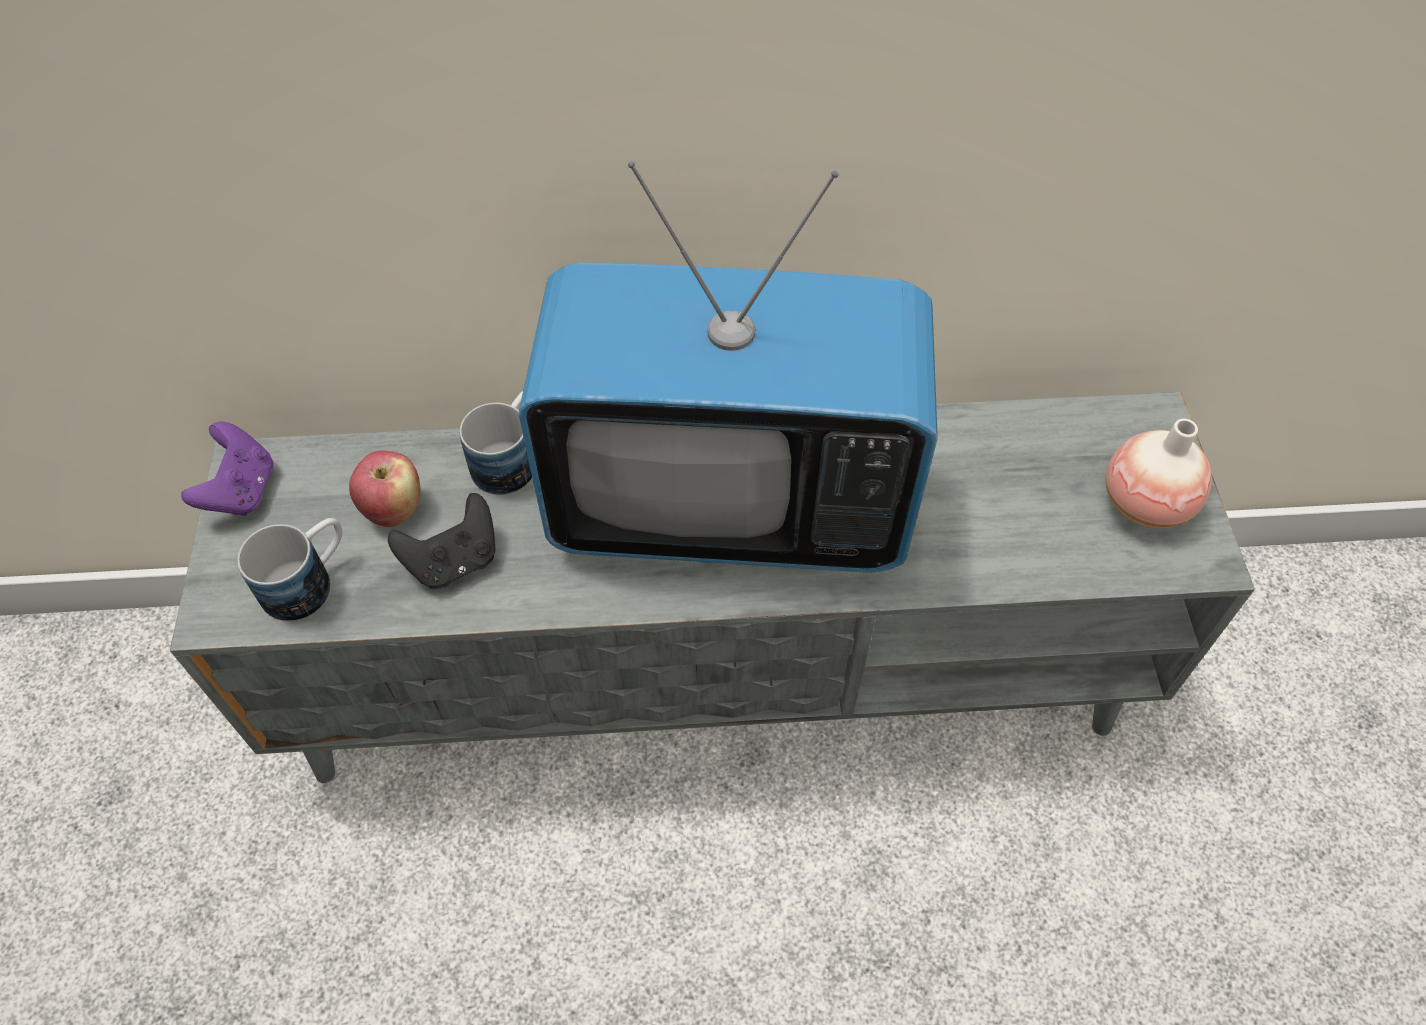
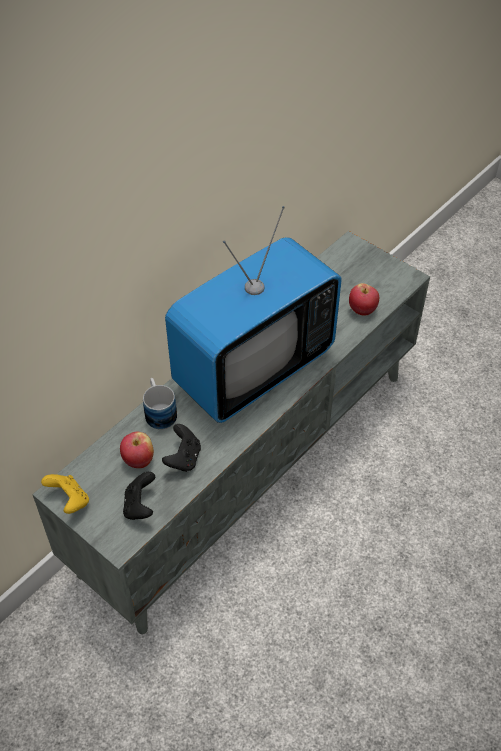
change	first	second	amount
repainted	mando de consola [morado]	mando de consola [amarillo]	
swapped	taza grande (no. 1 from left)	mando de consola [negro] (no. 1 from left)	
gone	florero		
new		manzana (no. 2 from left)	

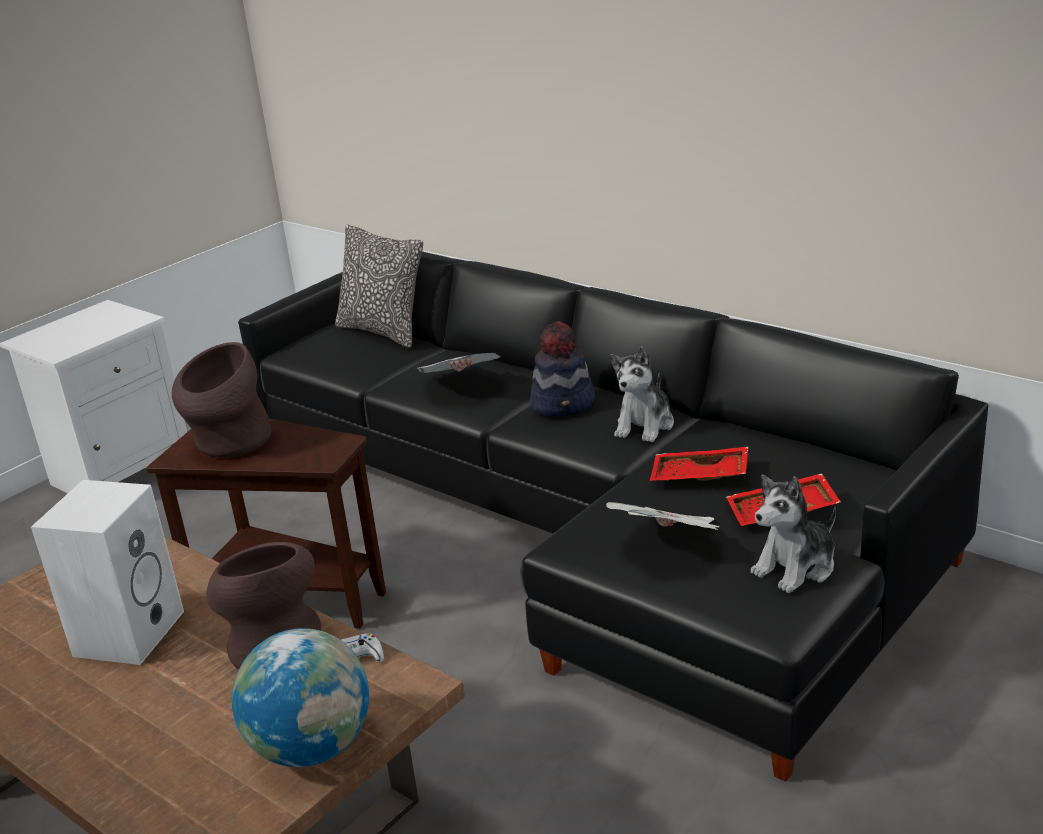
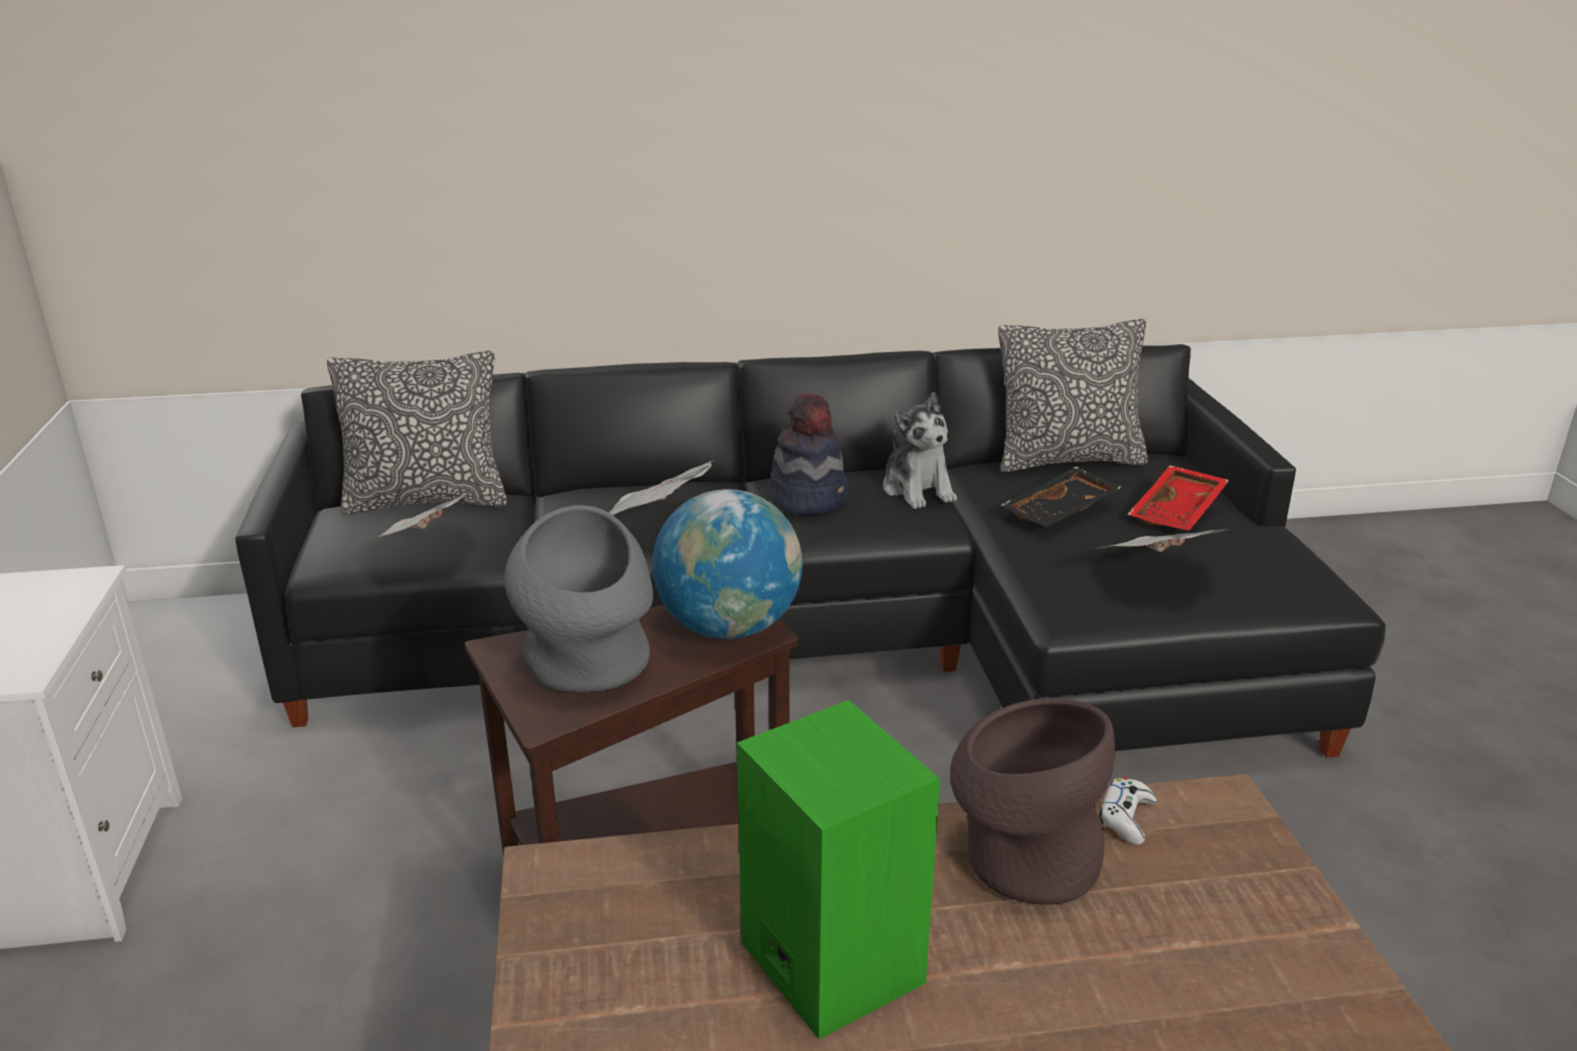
change	first	second	amount
repainted	altavoz [blanco]	altavoz [verde]	
repainted	florero [marrón] (no. 1 from left)	florero [gris]	
shifted	globo terráqueo		
repainted	bandeja [rojo] (no. 1 from left)	bandeja [negro]	
gone	peluche (no. 2 from left)		
new		periódico (no. 1 from left)	
new		cojín (no. 2 from left)	

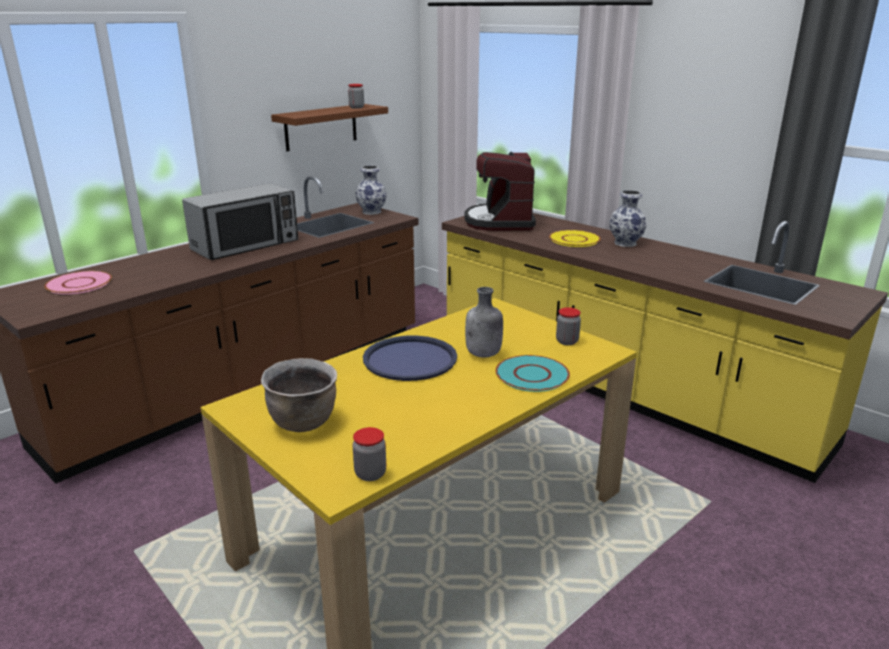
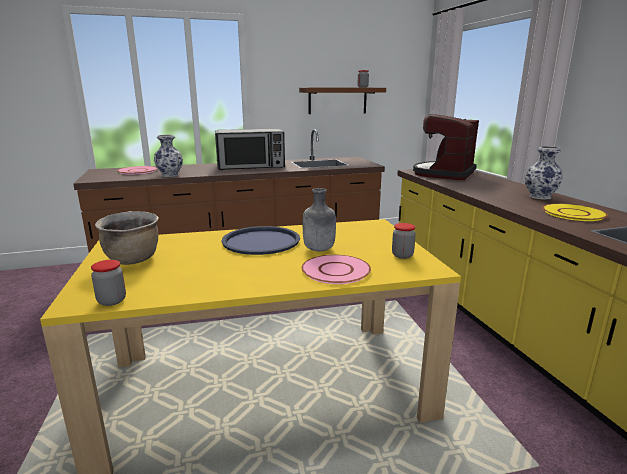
change	first	second	amount
shifted	florero (no. 1 from left)		
repainted	plato [turquesa]	plato [rosa] (no. 2 from left)	
shifted	plato [amarillo]		

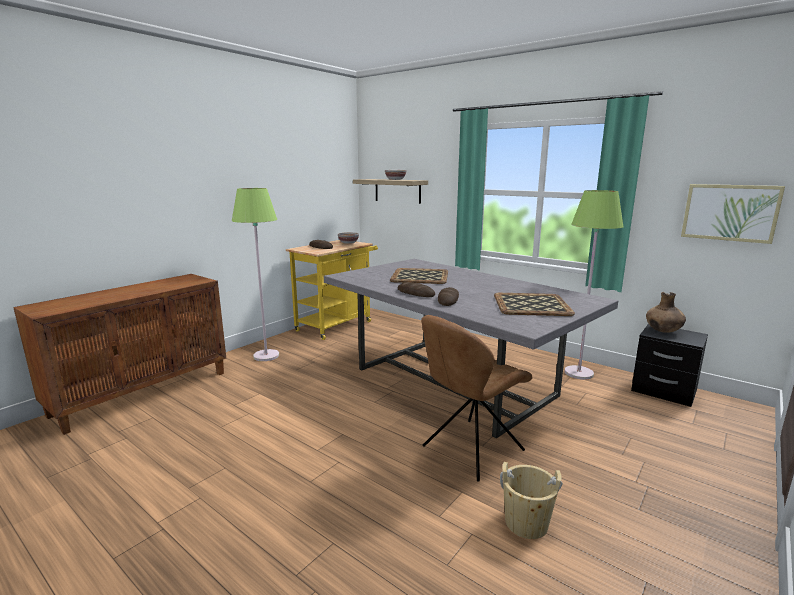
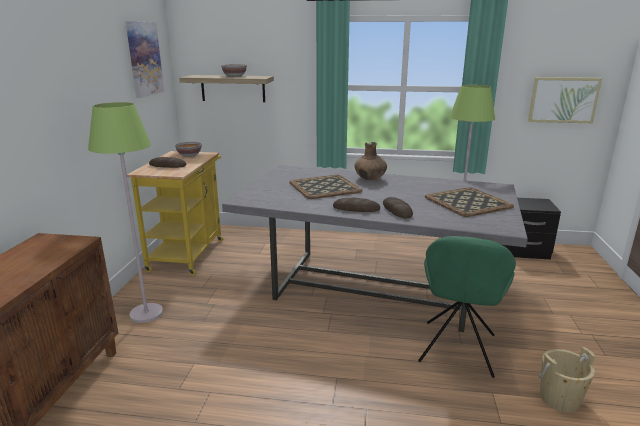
change	first	second	amount
repainted	silla [marrón]	silla [verde]	
shifted	florero [marrón]		
new		cuadro (no. 1 from left)	

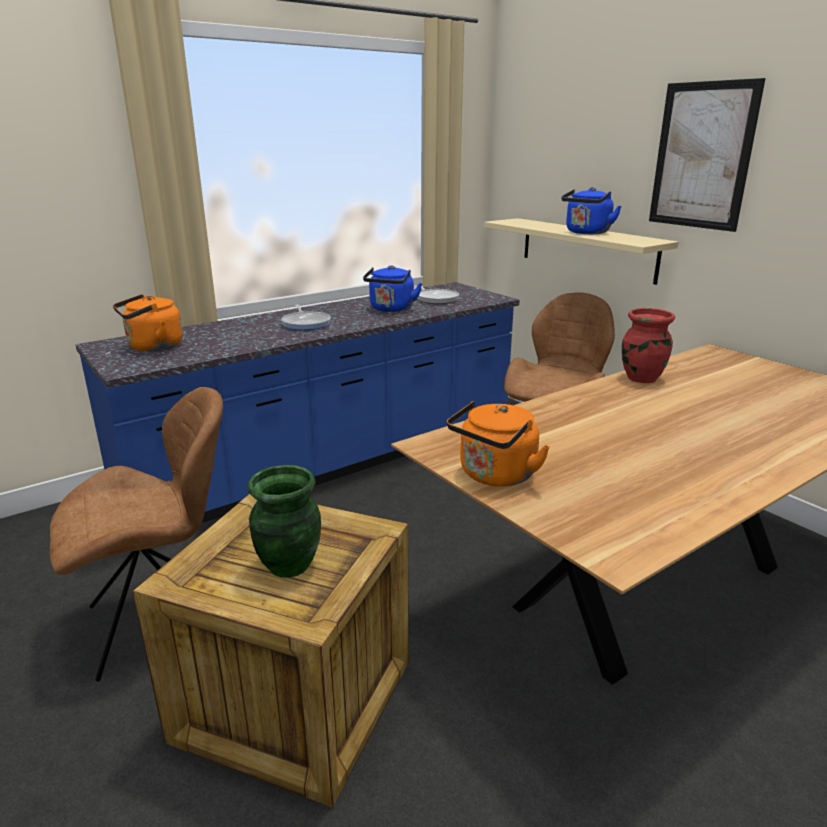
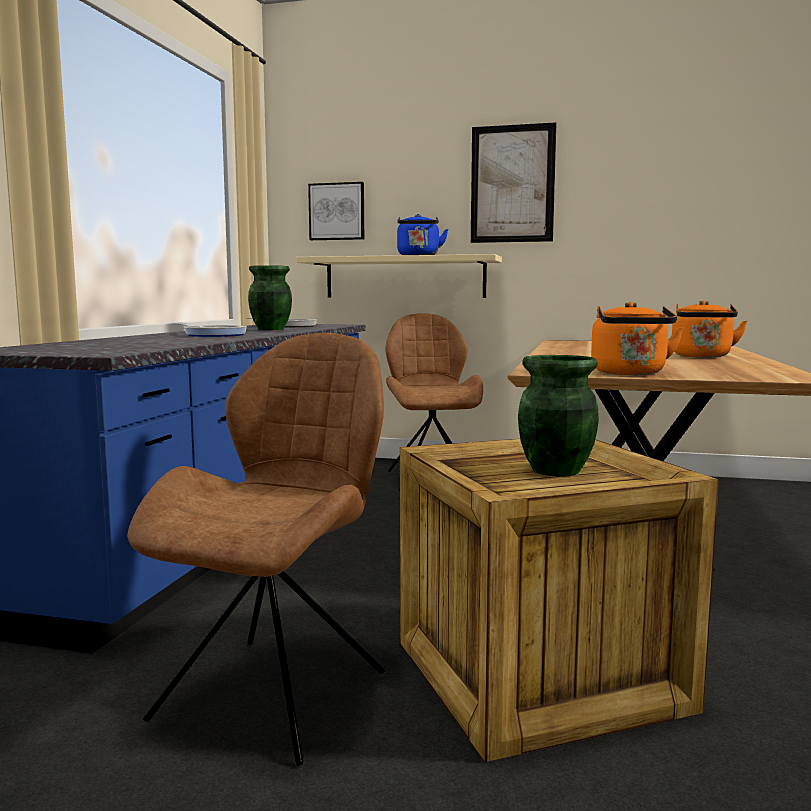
change	first	second	amount
shifted	hervidor [naranja] (no. 1 from left in the first image)	hervidor [naranja] (no. 2 from left)	
swapped	hervidor [azul] (no. 1 from left)	florero [verde] (no. 1 from left)	
gone	florero [rojo]		
new		cuadro (no. 1 from left)	

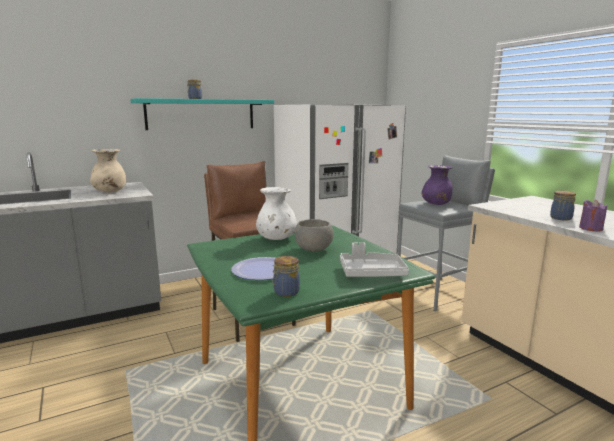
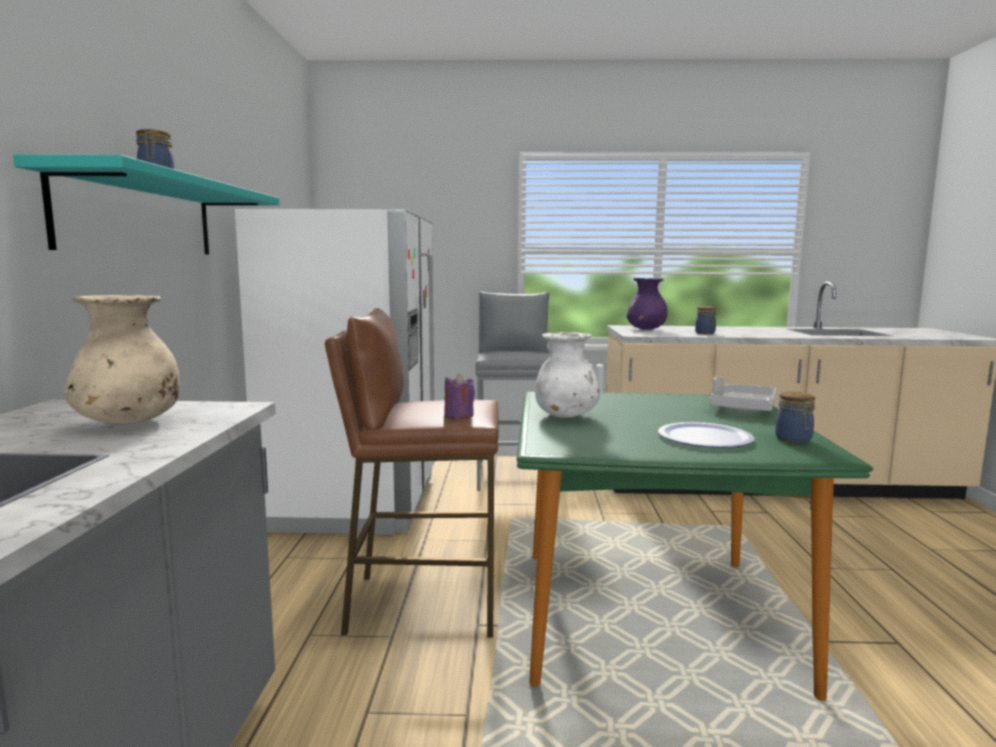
change	first	second	amount
gone	cuenco [gris]		
shifted	florero [morado]		
shifted	vela [morado]		

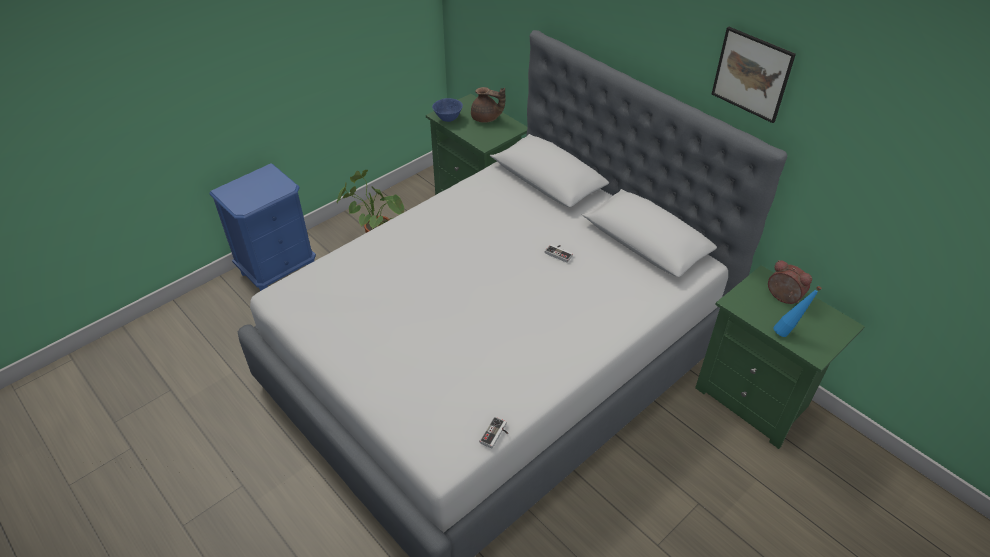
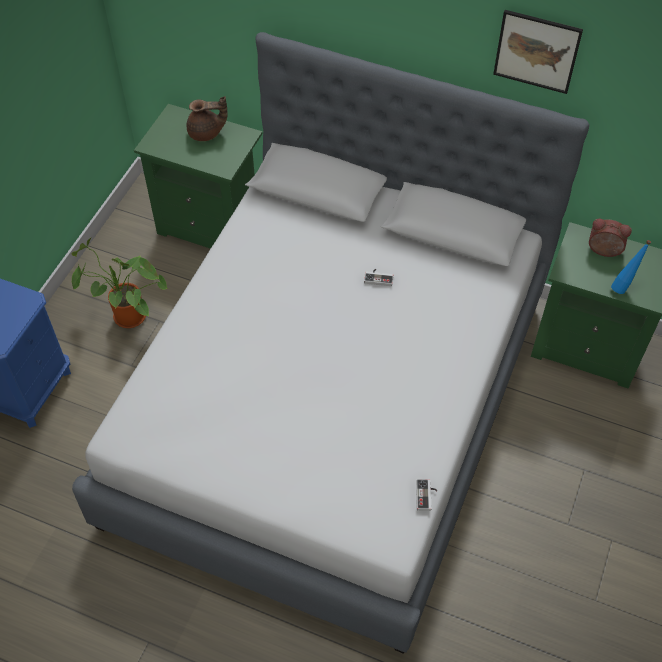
change	first	second	amount
gone	cuenco [azul]		

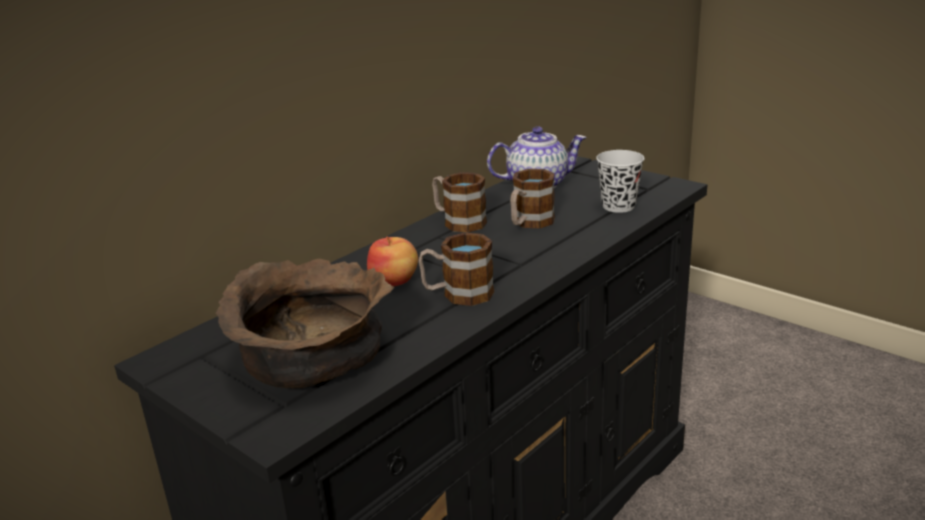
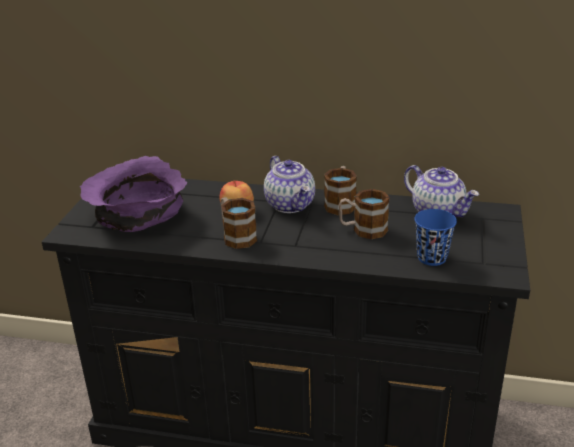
change	first	second	amount
repainted	cuenco [marrón]	cuenco [morado]	
repainted	taza [negro]	taza [azul]	
new		tetera (no. 1 from left)	

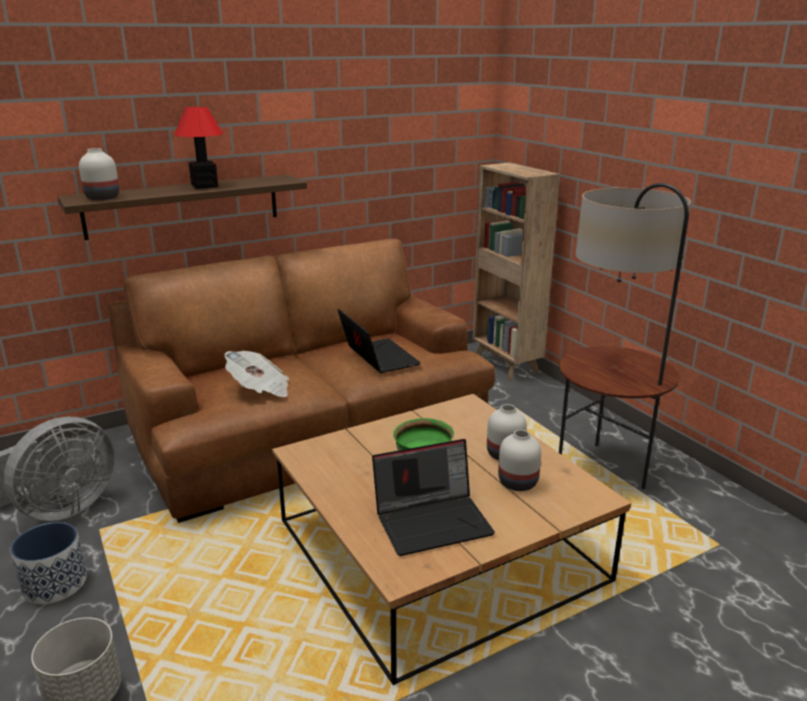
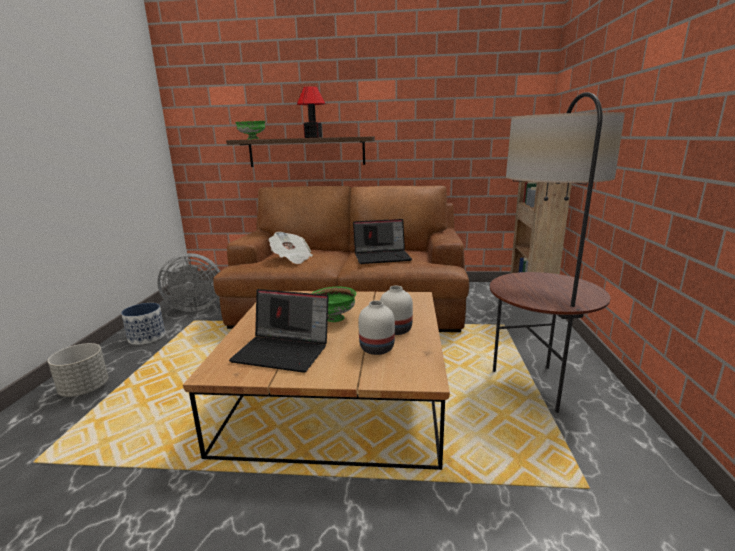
change	first	second	amount
swapped	florero [blanco] (no. 1 from left)	cuenco [verde] (no. 1 from left)	
rotated	portátil (no. 1 from left in the first image)	portátil (no. 2 from left)	75 degrees clockwise

